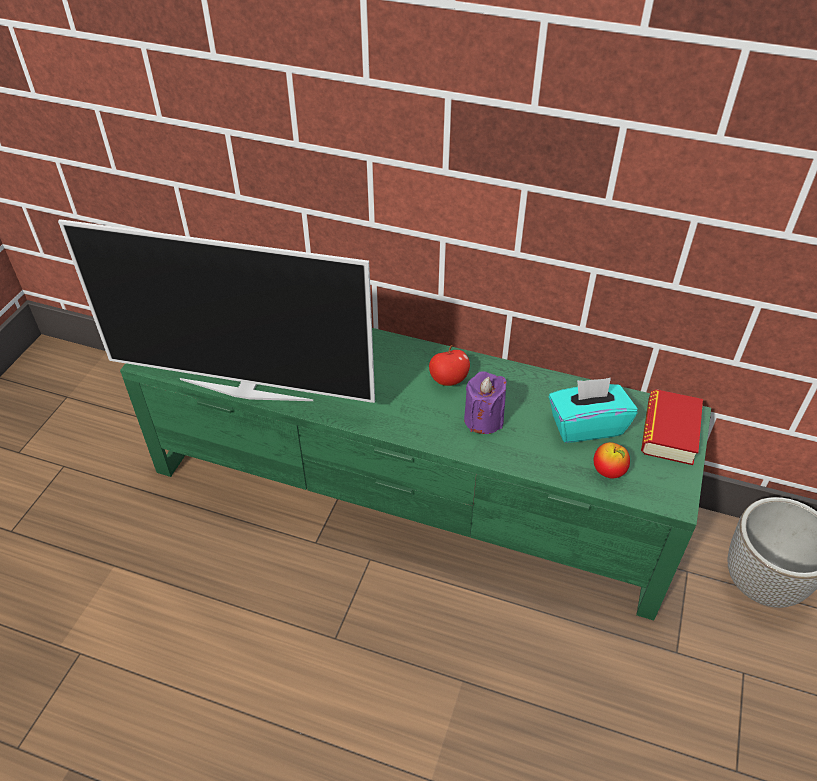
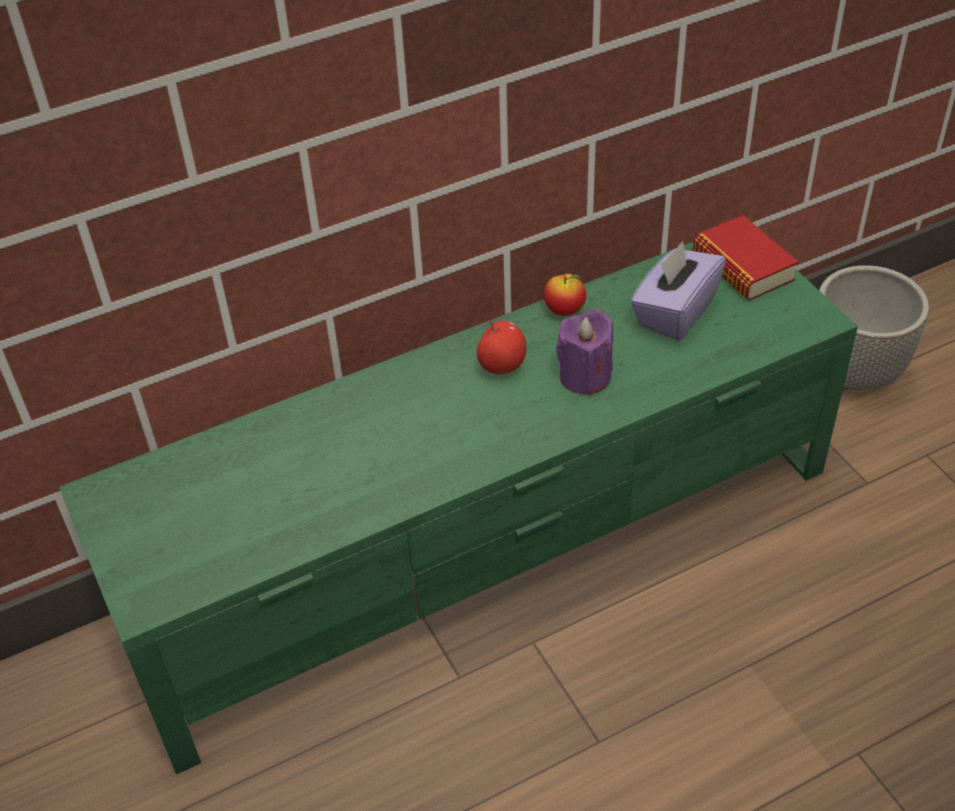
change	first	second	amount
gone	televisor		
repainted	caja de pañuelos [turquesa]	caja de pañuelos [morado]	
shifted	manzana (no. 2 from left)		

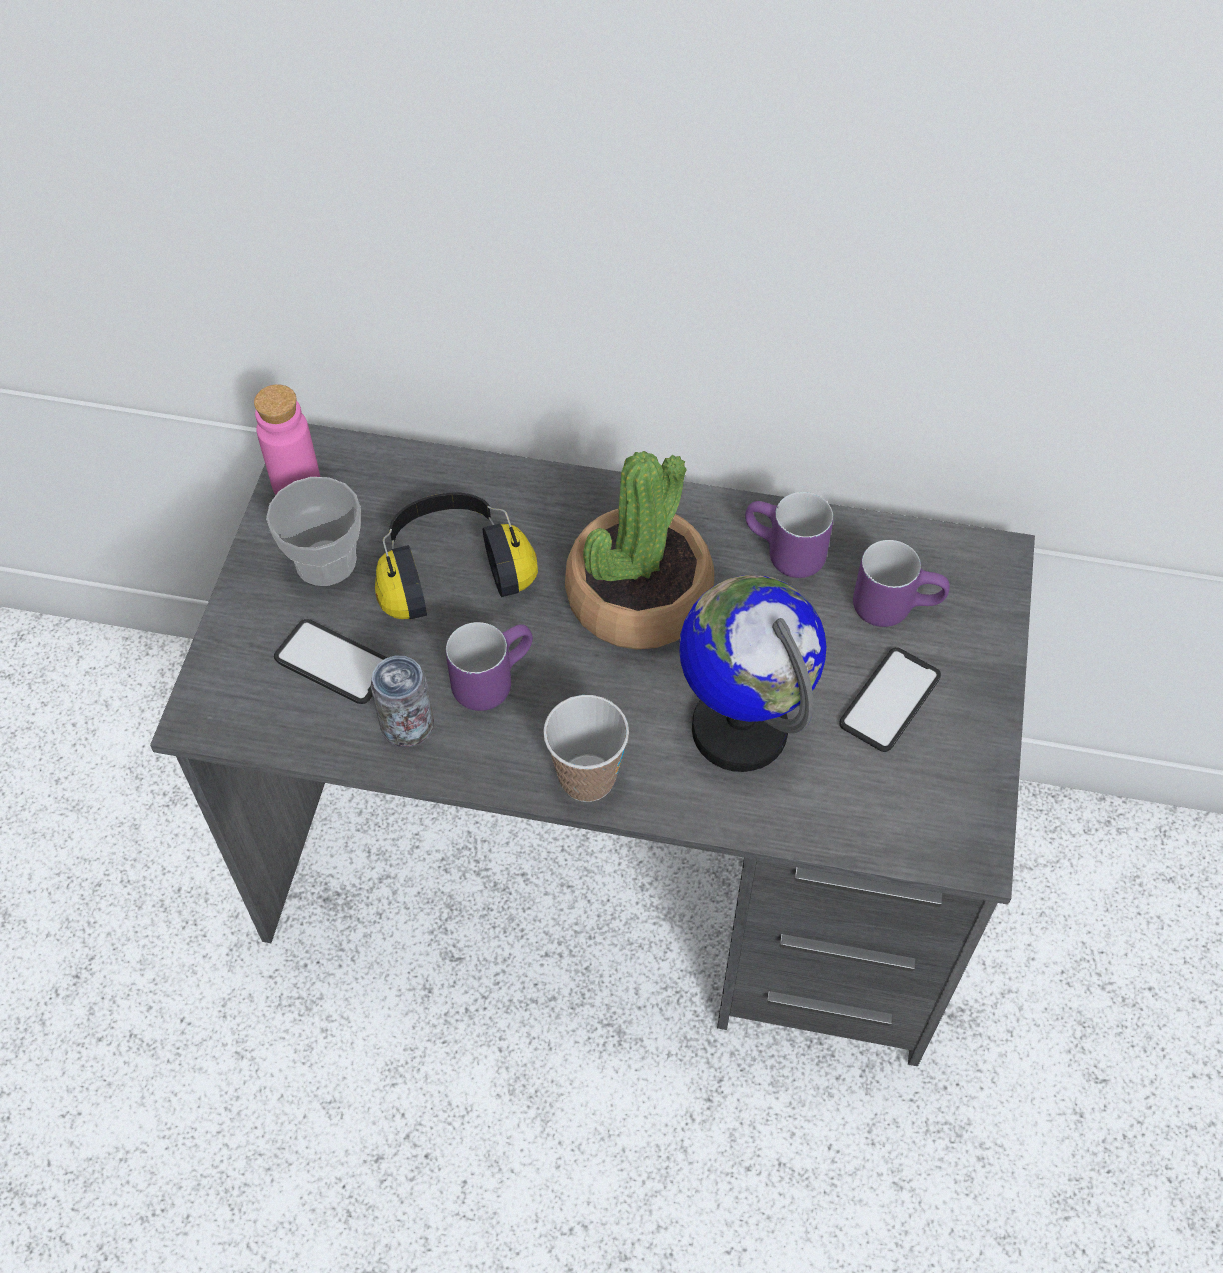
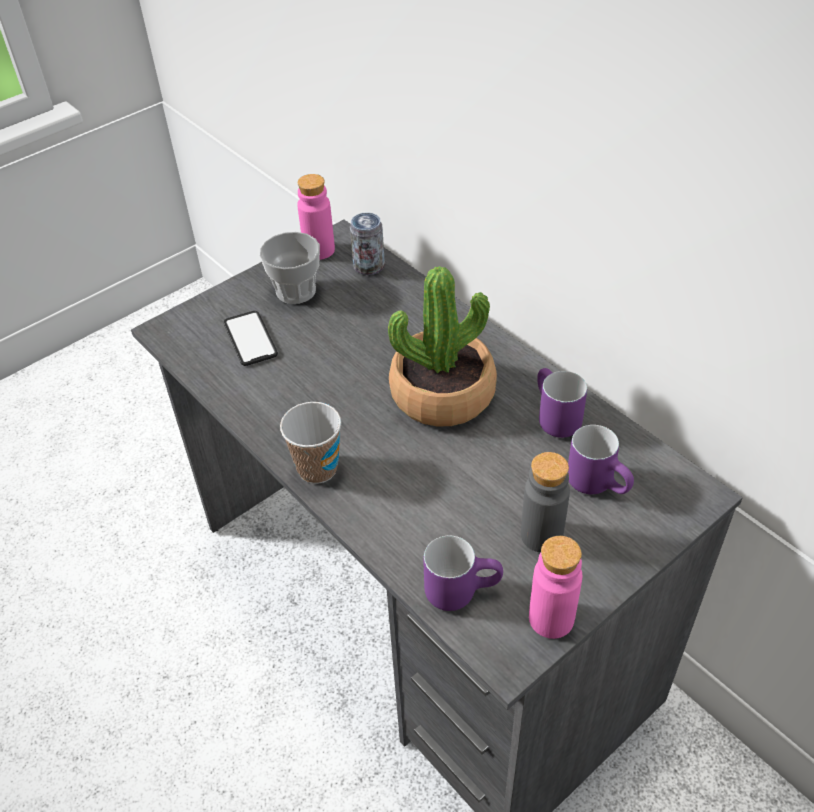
change	first	second	amount
shifted	lata		
gone	auriculares		
shifted	taza grande [morado] (no. 1 from left)		
gone	globo terráqueo		
swapped	móvil (no. 2 from left)	botella [gris]	
new		botella [rosa] (no. 2 from left)	

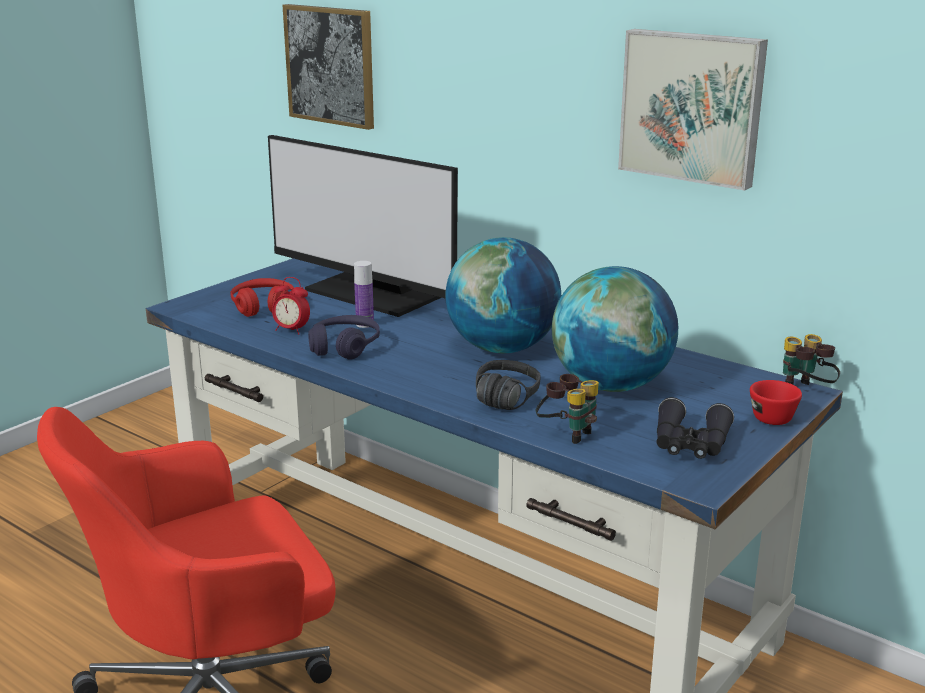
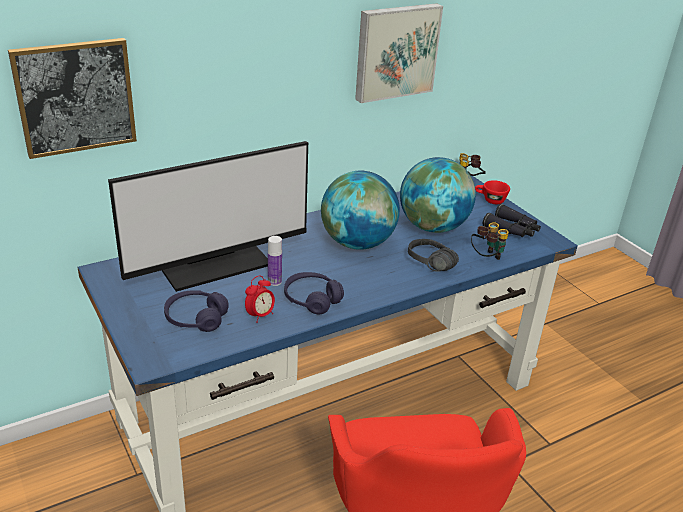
change	first	second	amount
repainted	auriculares [rojo]	auriculares [morado] (no. 1 from left)	

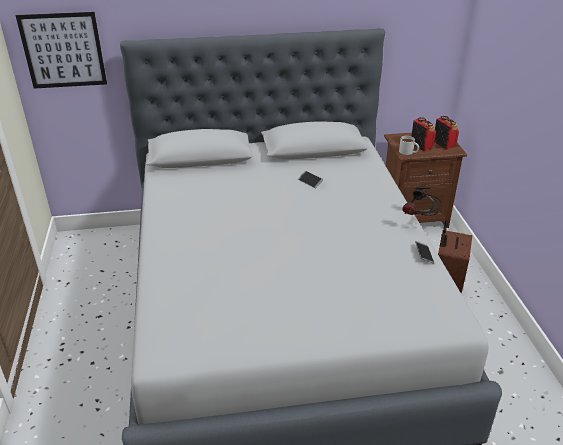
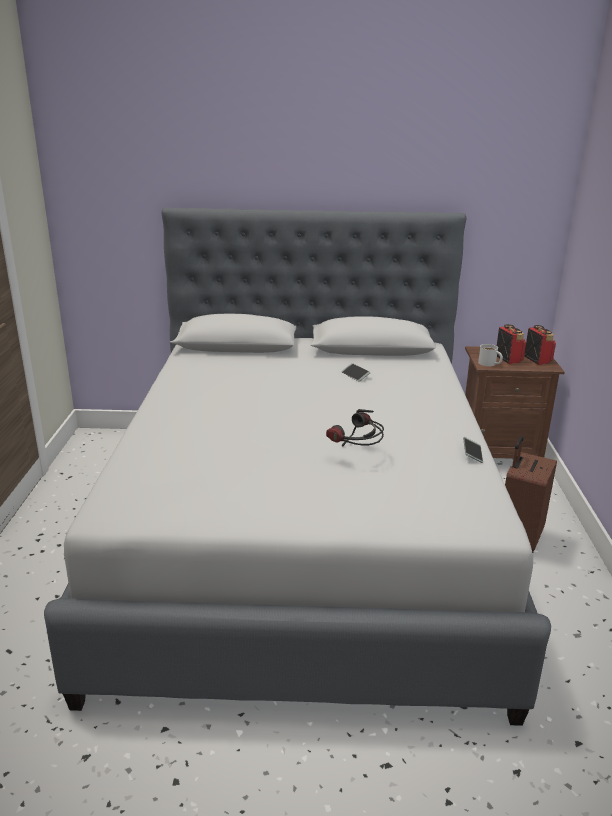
change	first	second	amount
gone	cuadro		
shifted	auriculares		

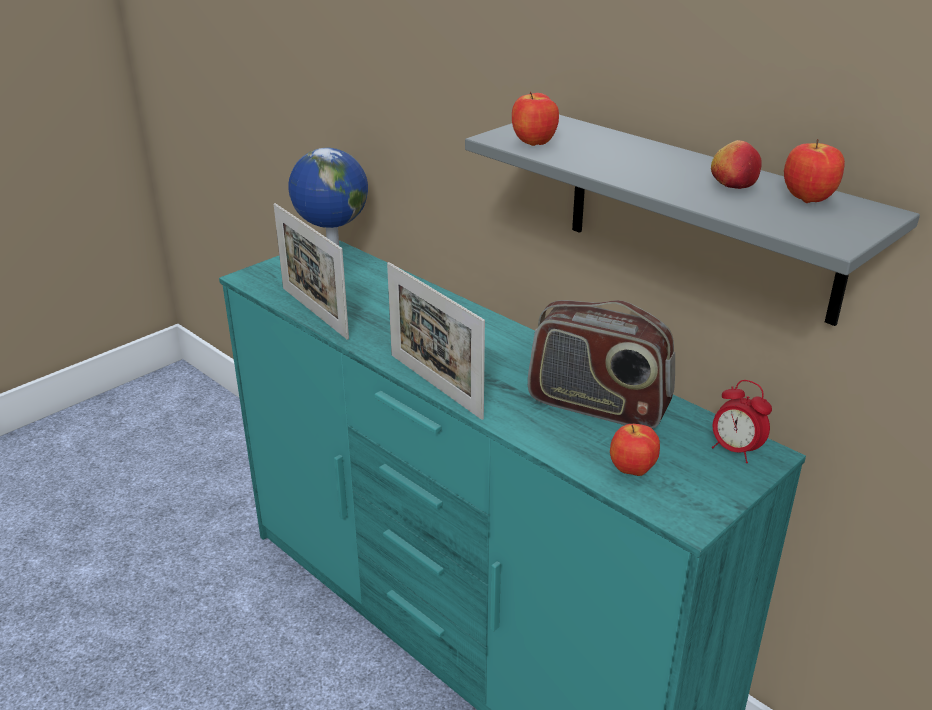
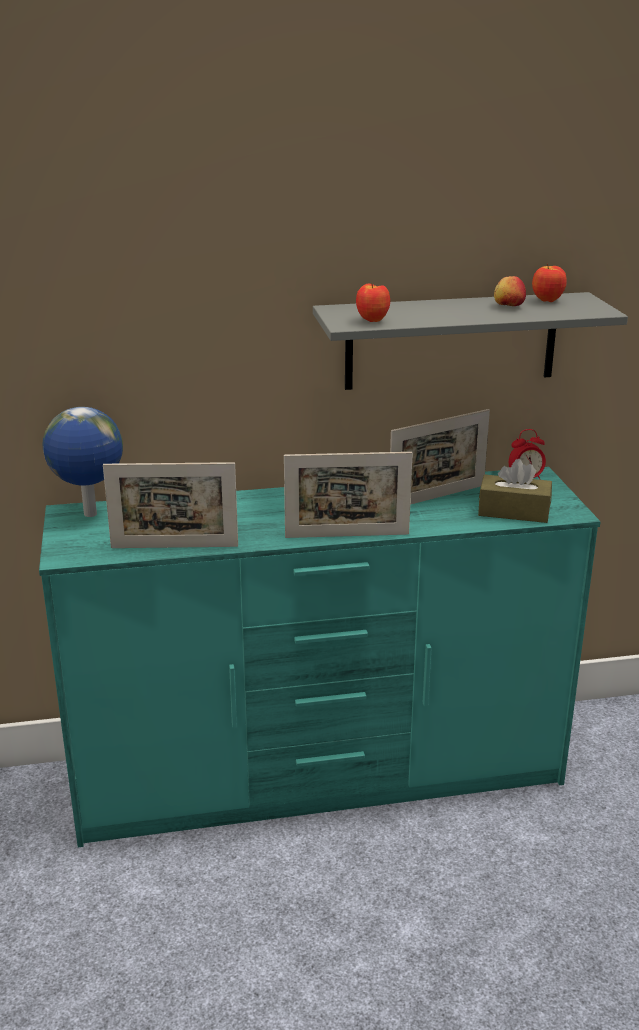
change	first	second	amount
swapped	radio	portarretratos (no. 3 from left)	
swapped	manzana (no. 2 from left)	caja de pañuelos [marrón]	

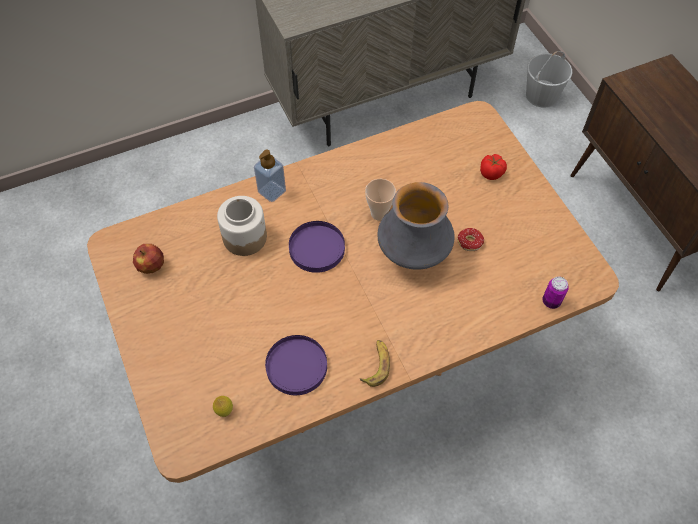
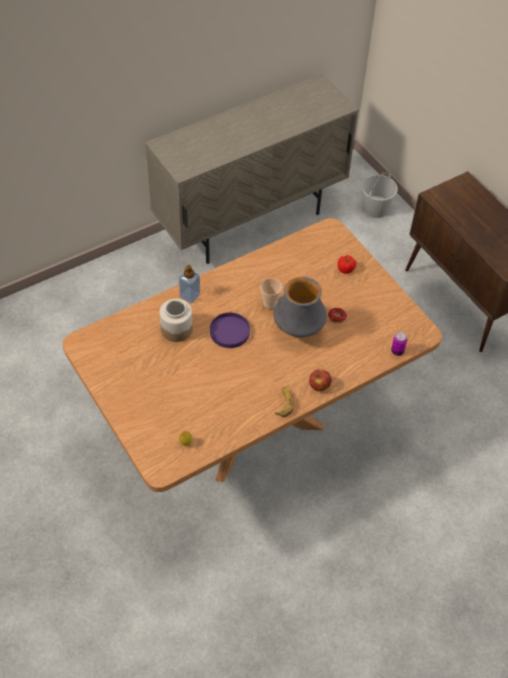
change	first	second	amount
shifted	manzana		
gone	plato [morado] (no. 1 from left)		

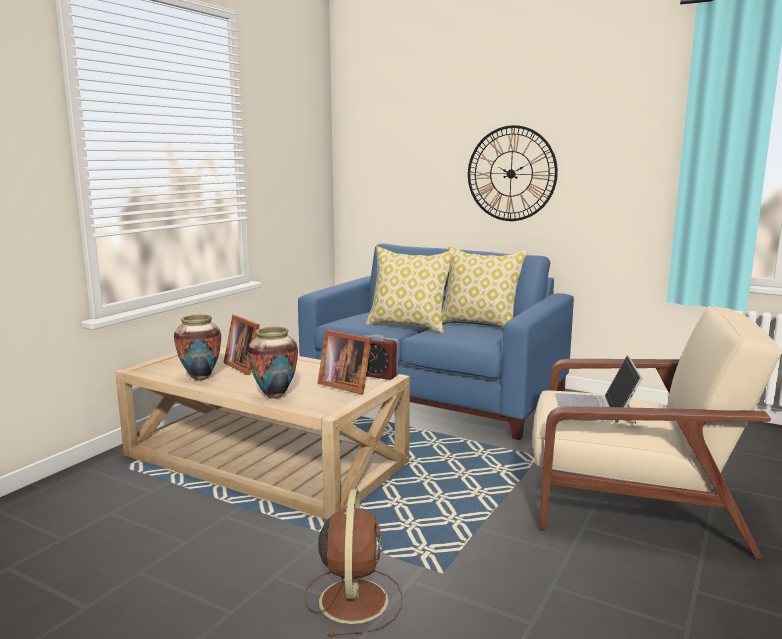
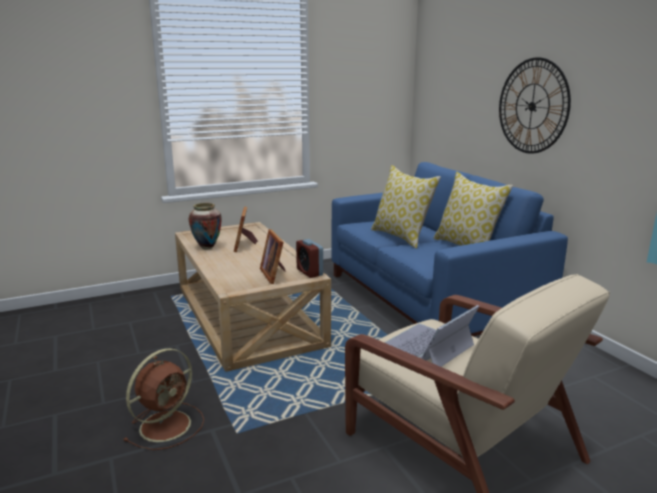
change	first	second	amount
gone	florero (no. 2 from left)		

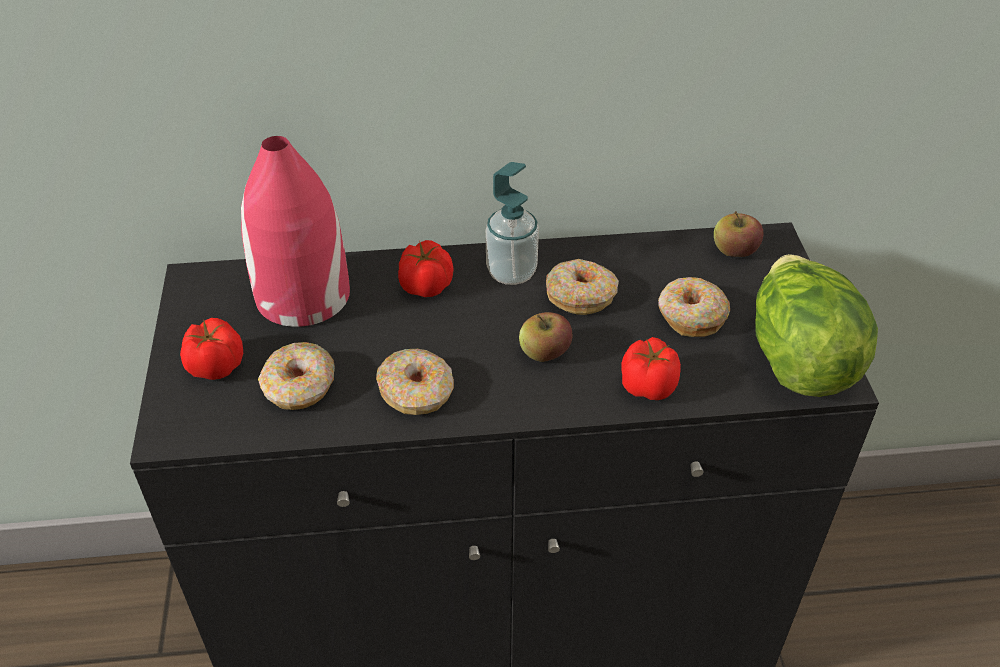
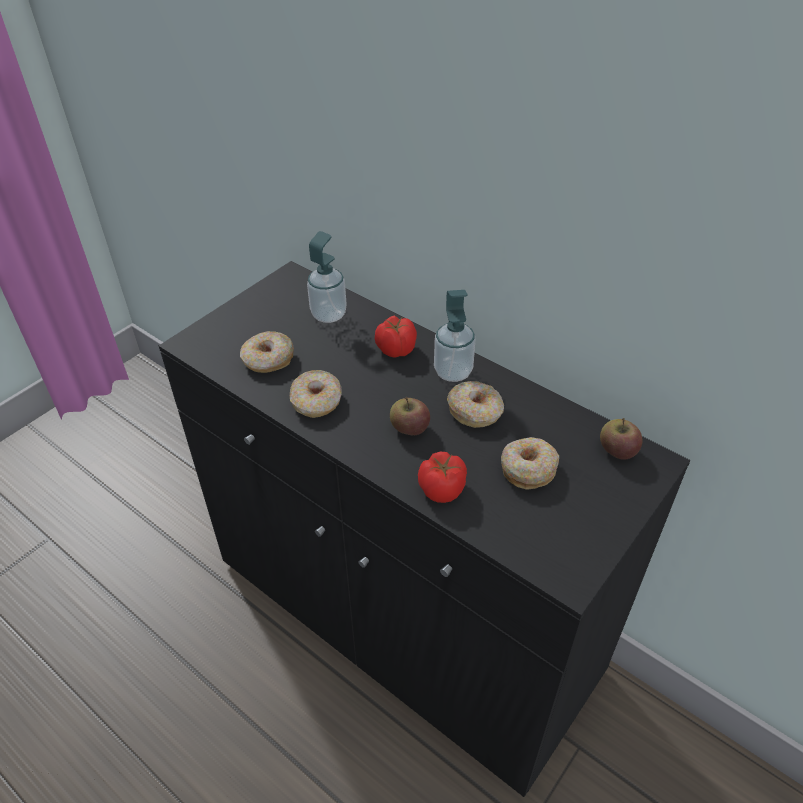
change	first	second	amount
gone	tomate (no. 1 from left)		
swapped	florero [rojo]	dispensador de jabón (no. 1 from left)	
gone	lechuga		

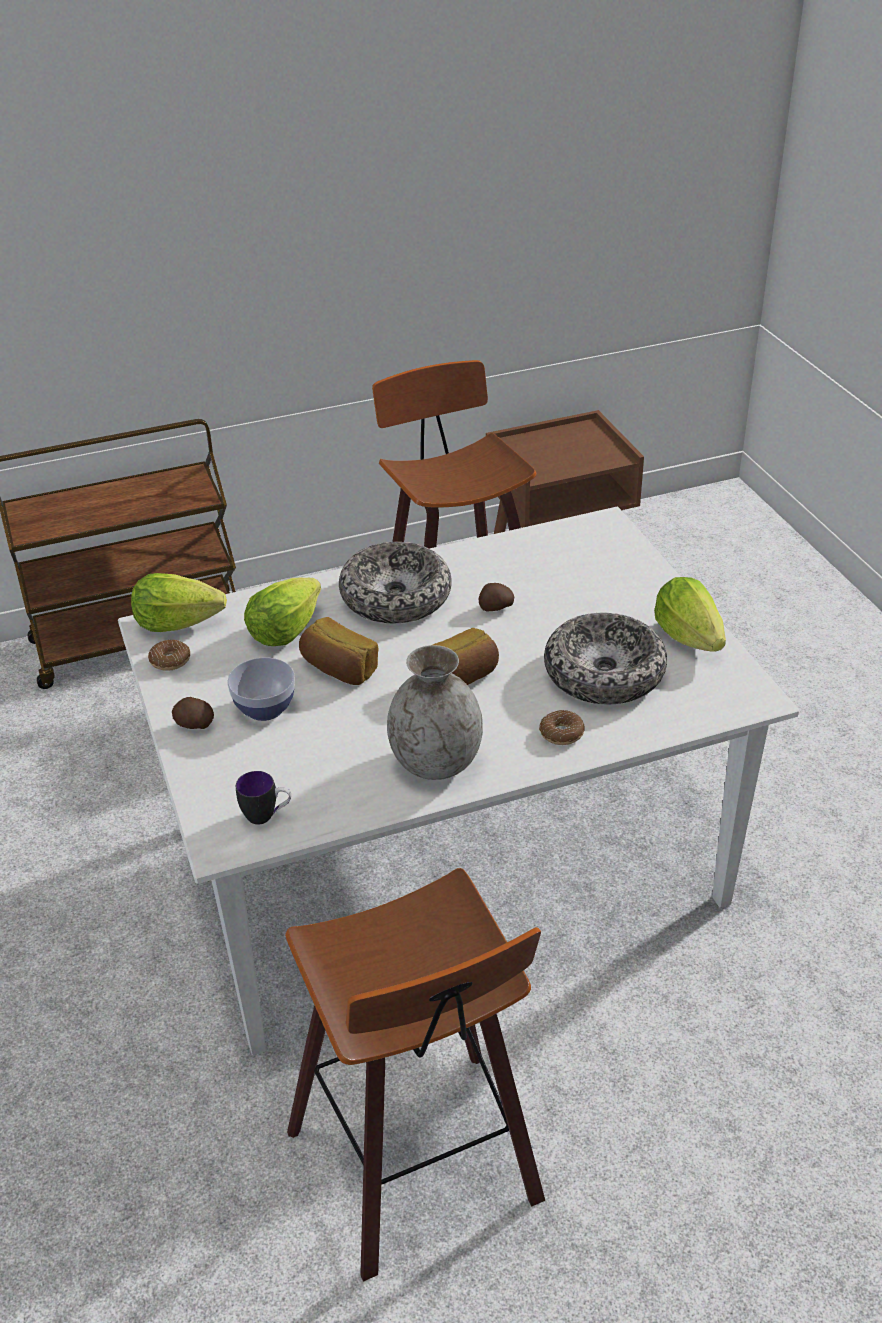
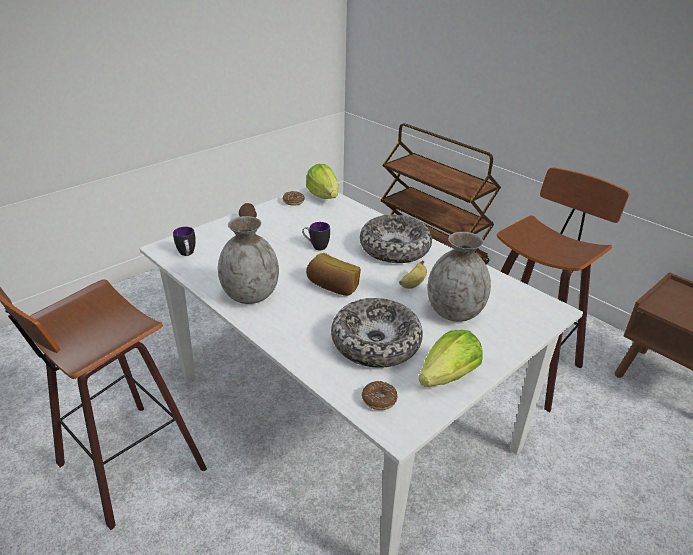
change	first	second	amount
gone	cuenco (no. 1 from left)		
gone	lechuga (no. 2 from left)		
swapped	pan (no. 1 from left)	taza grande (no. 2 from left)	
swapped	patata (no. 2 from left)	plátano	
shifted	rosquilla (no. 2 from left)		
new		florero [gris] (no. 2 from left)	

